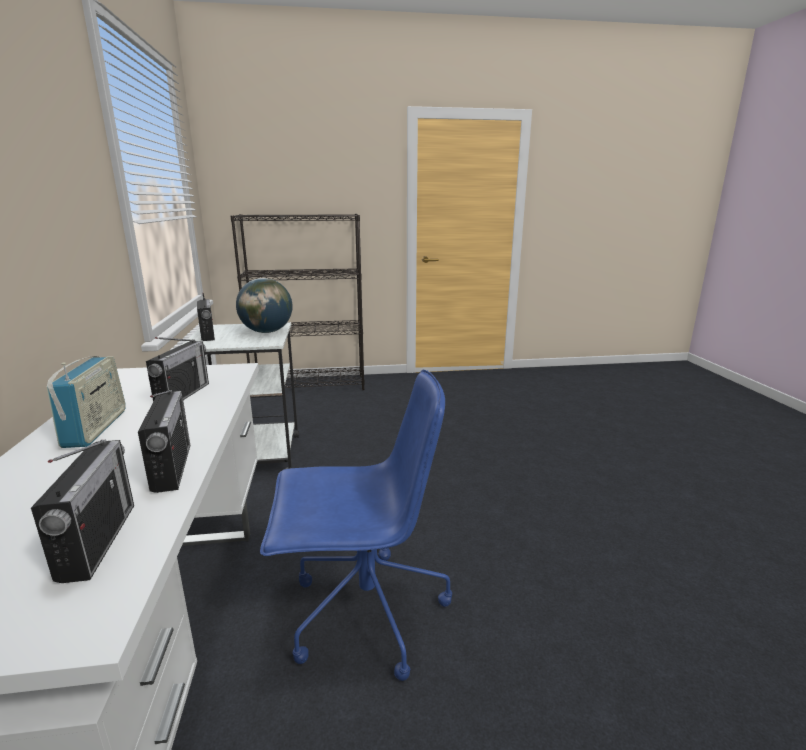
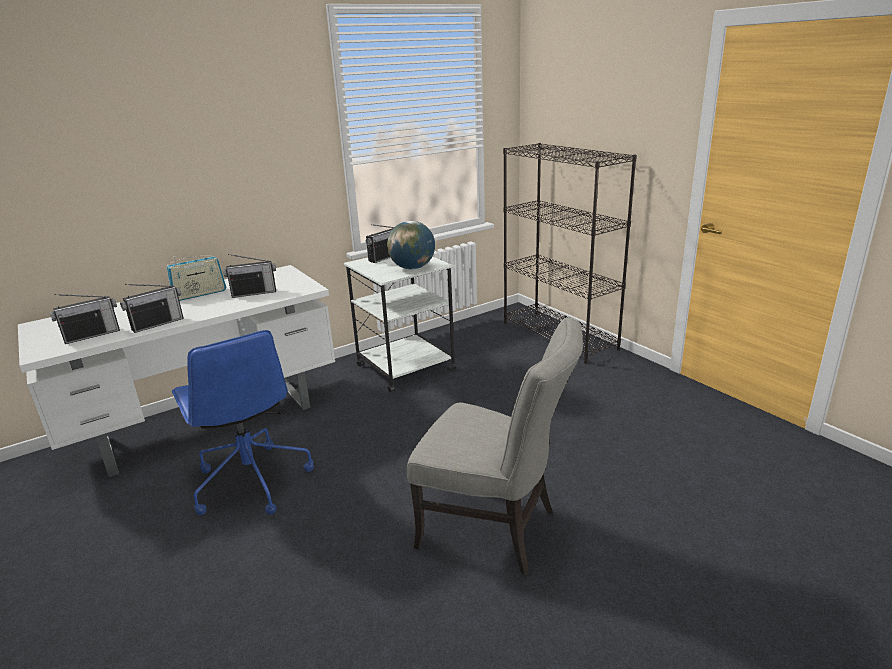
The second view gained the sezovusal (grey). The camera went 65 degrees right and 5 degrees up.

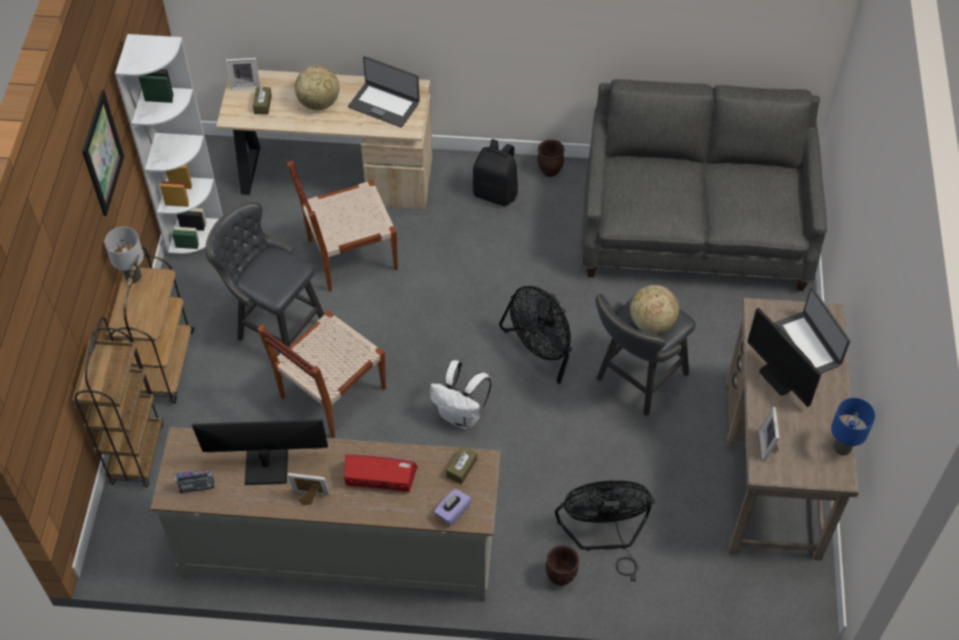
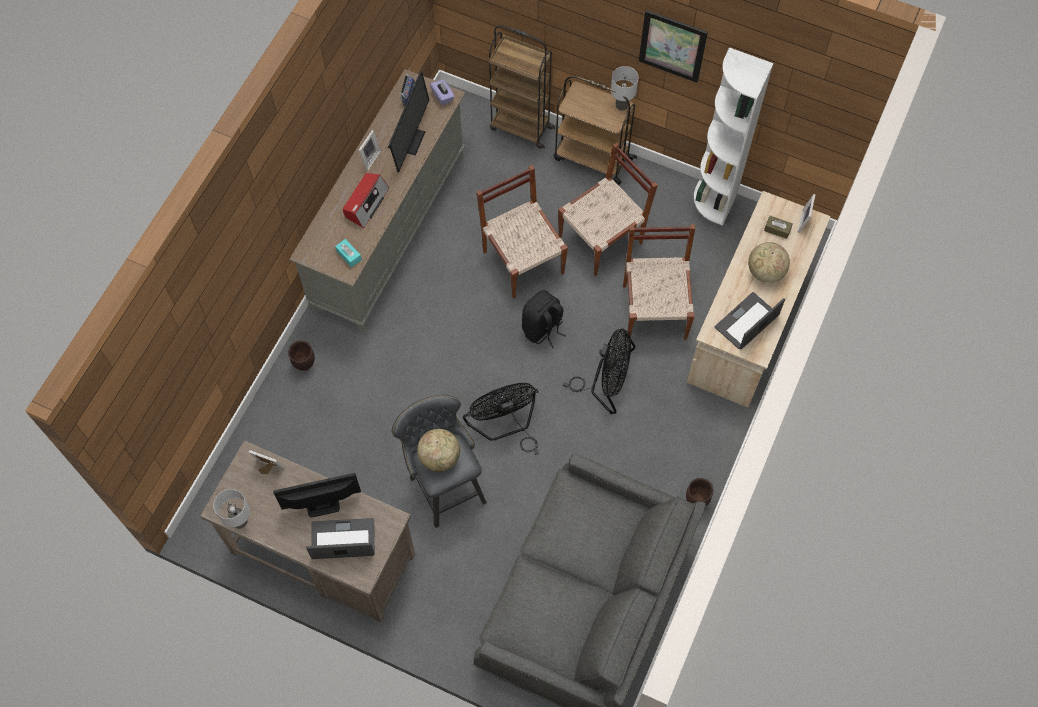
The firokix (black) ended up elsewhere. Where the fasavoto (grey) (no. 1 from left) stood, the sezovusal (no. 2 from left) came to stand. The second view lost the firokix (white). What was the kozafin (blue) turned into the kozafin (white) (no. 1 from left). What was the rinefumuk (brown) (no. 2 from left) turned into the rinefumuk (turquoise). The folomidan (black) (no. 2 from left) ended up elsewhere. The rinefumuk (purple) ended up elsewhere. The camera went 110 degrees right and 10 degrees up.

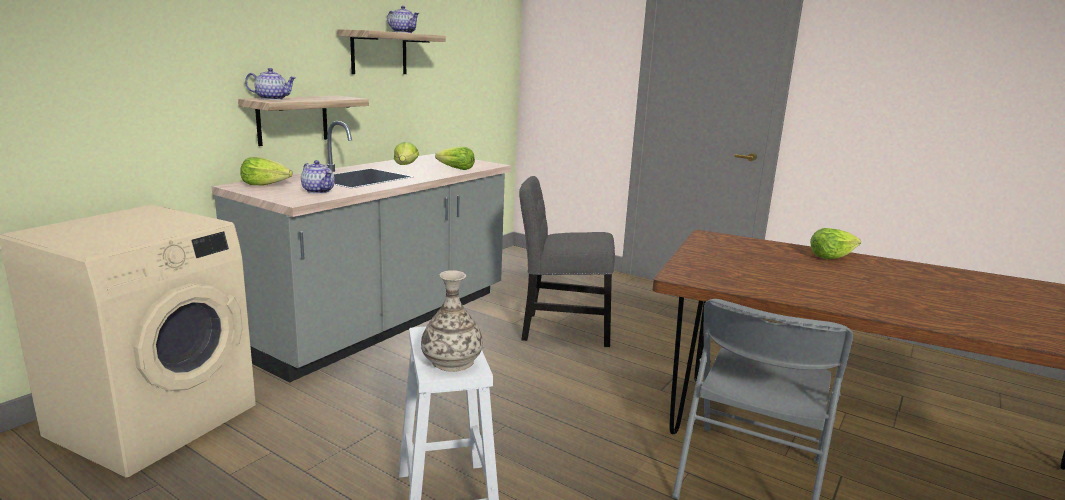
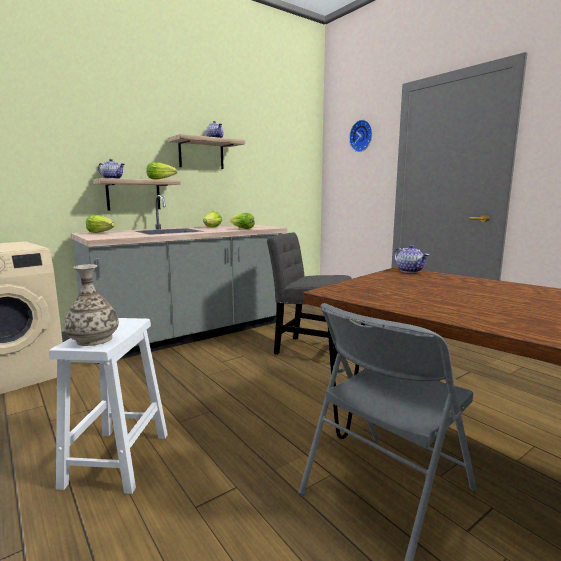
The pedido (no. 2 from left in the first image) ended up elsewhere. The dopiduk (no. 4 from left in the first image) ended up elsewhere. The second view gained the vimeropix. The camera went 20 degrees right and 5 degrees down.

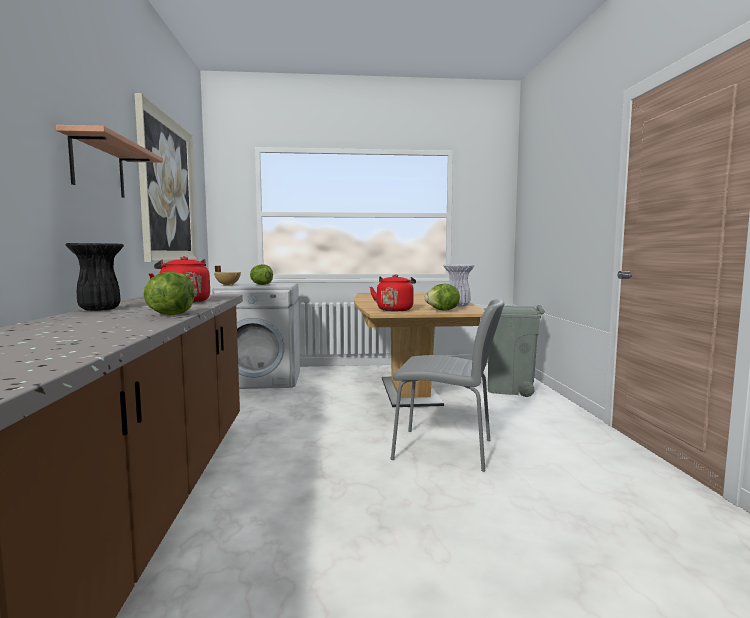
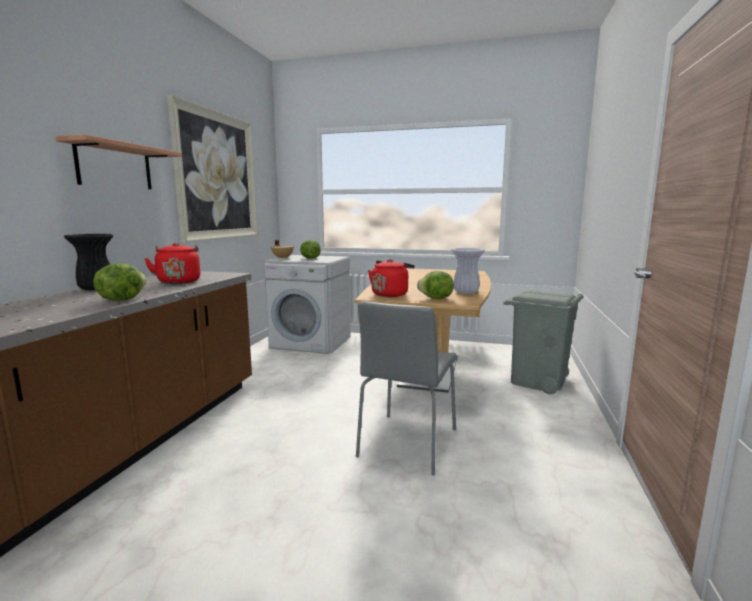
The sezovusal (grey) ended up facing another way, 75 degrees clockwise from before. The camera went 20 degrees right and 5 degrees up.

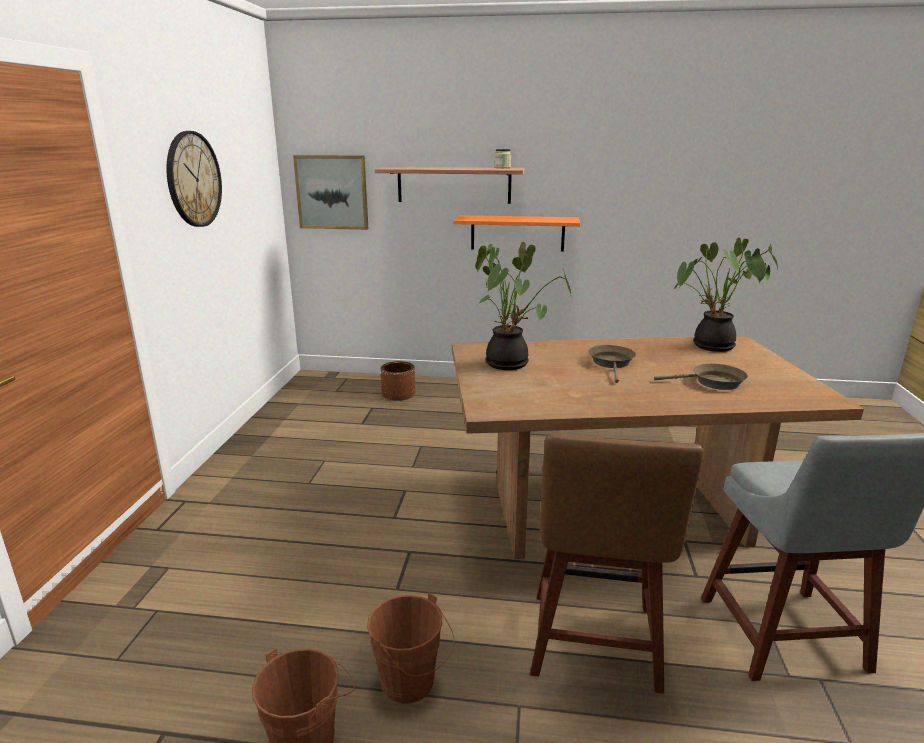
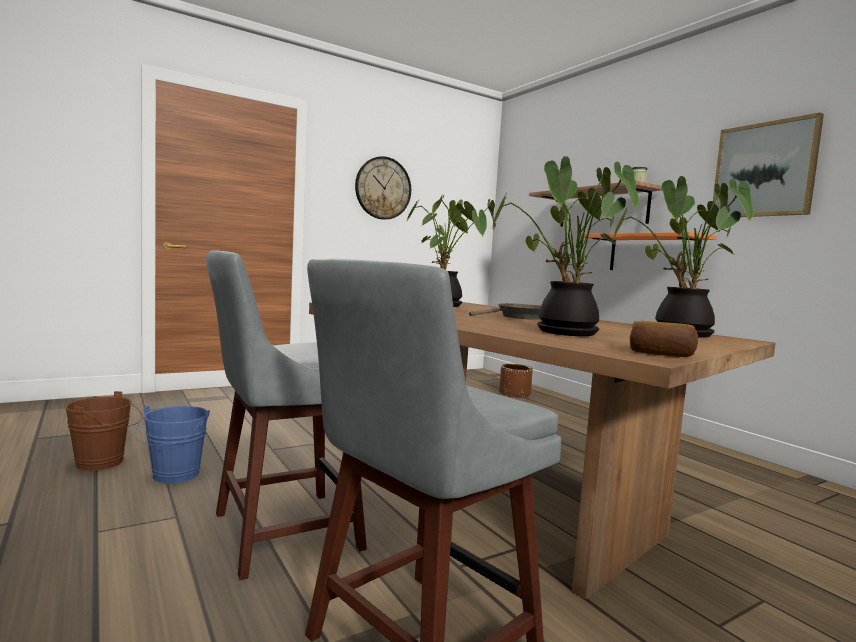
The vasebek ended up elsewhere. Where the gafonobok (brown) (no. 2 from left) stood, the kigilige (no. 2 from left) came to stand. What was the sezovusal (brown) turned into the sezovusal (grey) (no. 1 from left). What was the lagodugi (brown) (no. 2 from left) turned into the lagodugi (blue). The second view gained the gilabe. The camera went 50 degrees right and 15 degrees down.

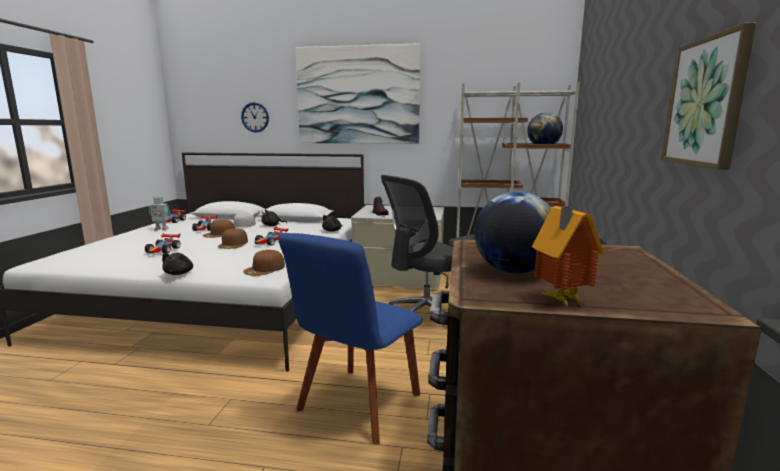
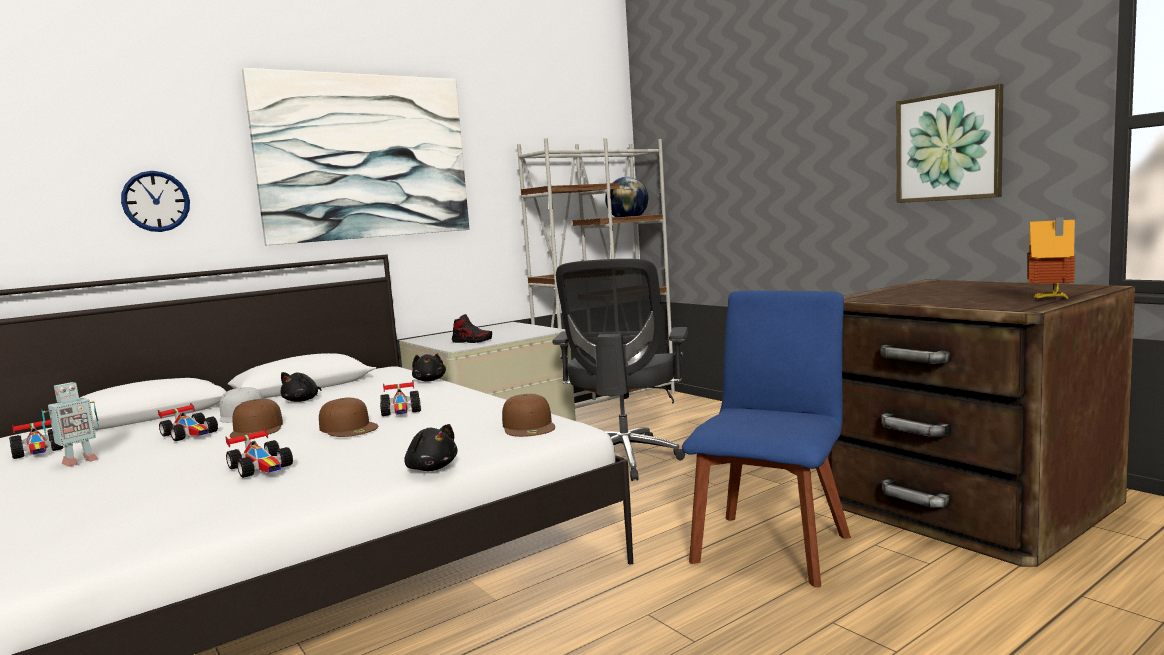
The second view lost the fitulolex (no. 1 from left). The sezovusal (blue) ended up facing another way, 135 degrees counterclockwise from before. The camera went 45 degrees left and 5 degrees down.

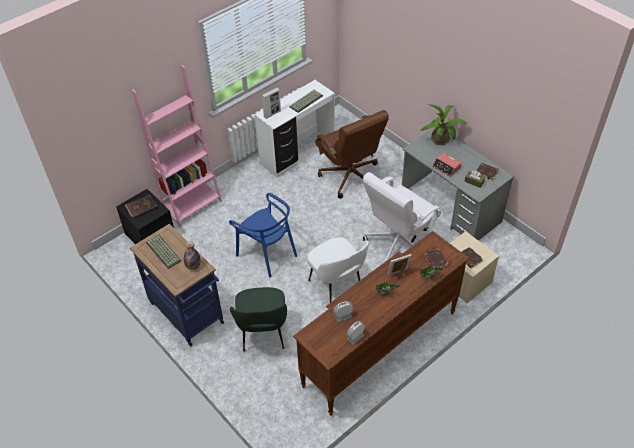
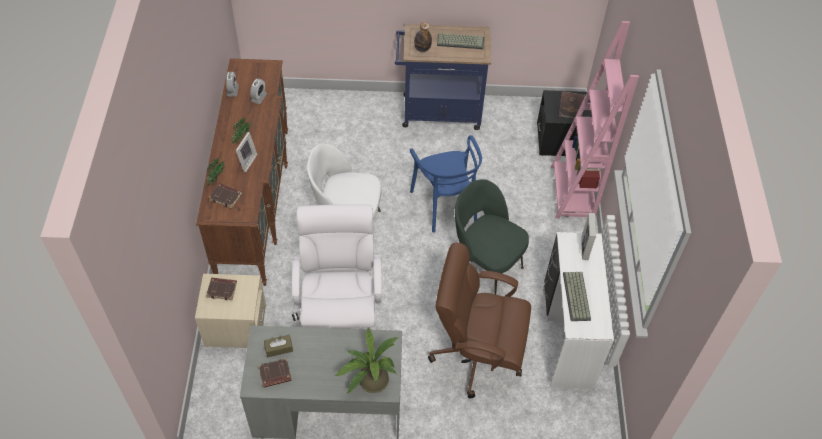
The second view lost the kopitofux (no. 3 from left). The sezovusal (blue) ended up facing another way, 105 degrees counterclockwise from before. The sezovusal (green) ended up elsewhere. The camera went 130 degrees right and 5 degrees up.

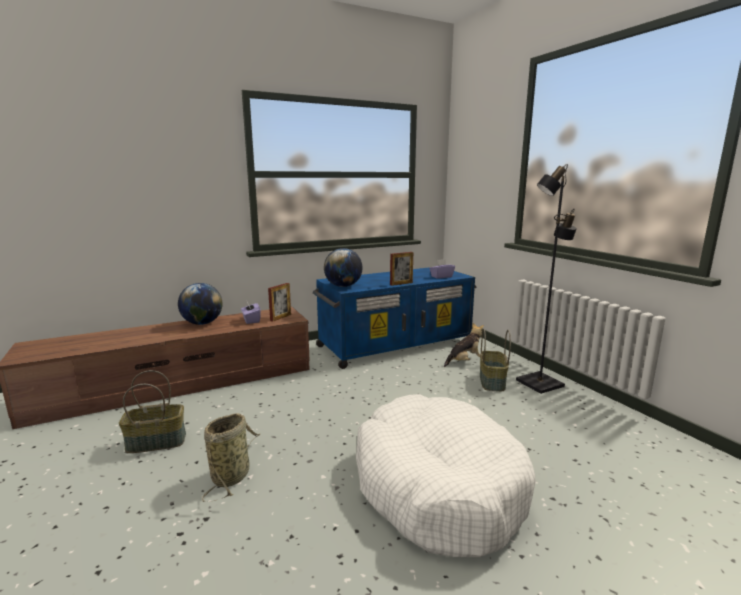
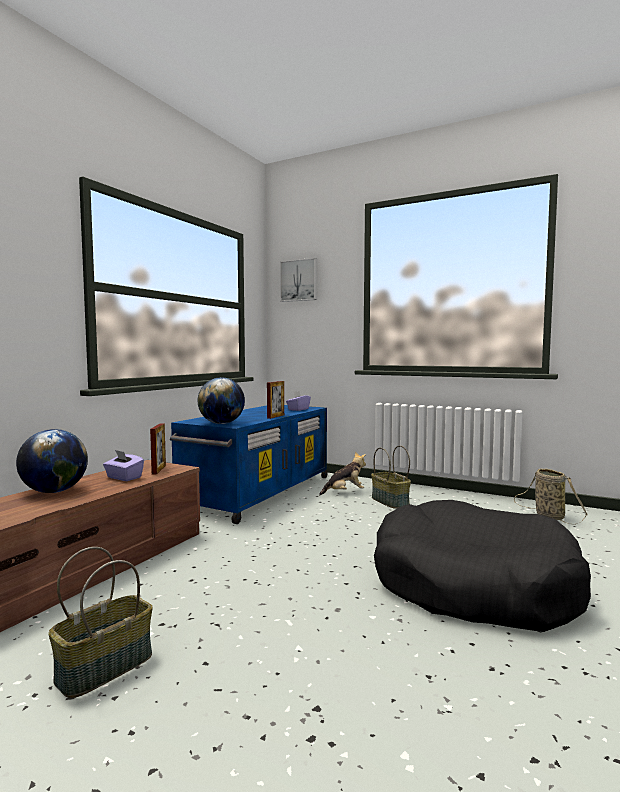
The second view lost the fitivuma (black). The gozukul ended up facing another way, 45 degrees clockwise from before. What was the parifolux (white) turned into the parifolux (black). The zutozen (no. 2 from left in the first image) ended up elsewhere. The second view gained the vasebek. The camera went 35 degrees left and 10 degrees down.

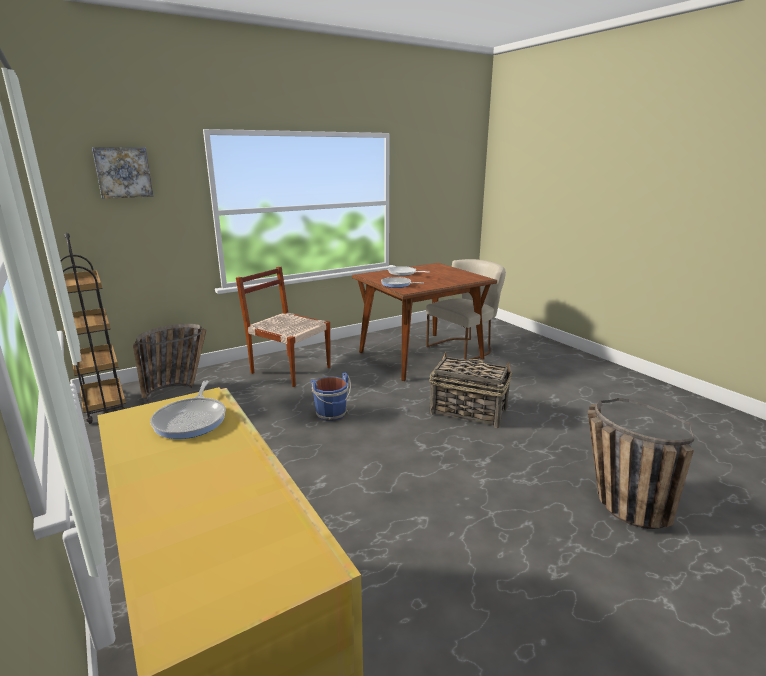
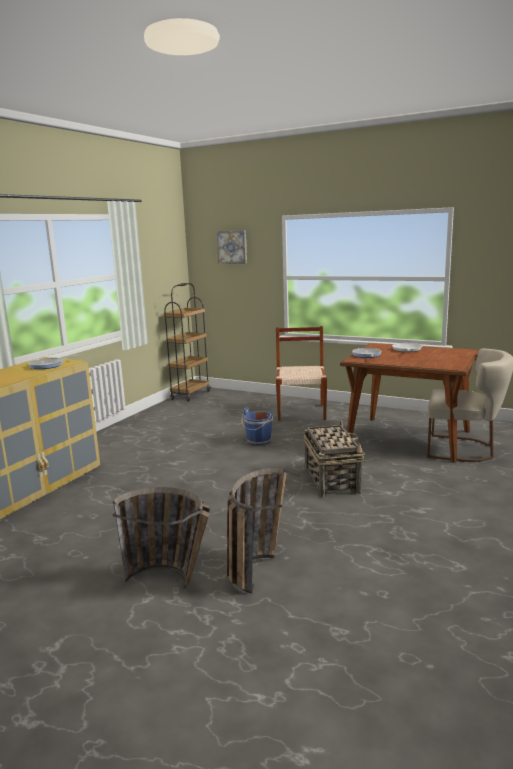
The zutozen (no. 1 from left) ended up elsewhere. The camera went 60 degrees right and 5 degrees down.

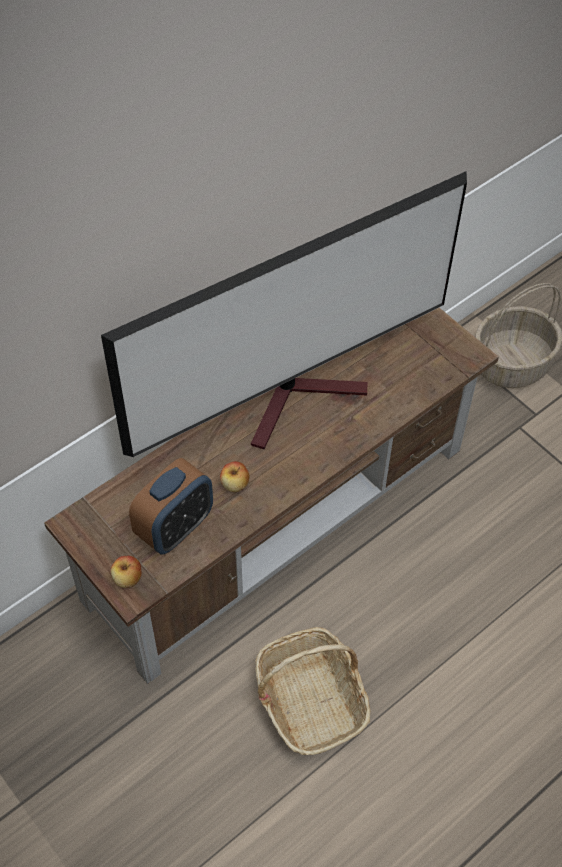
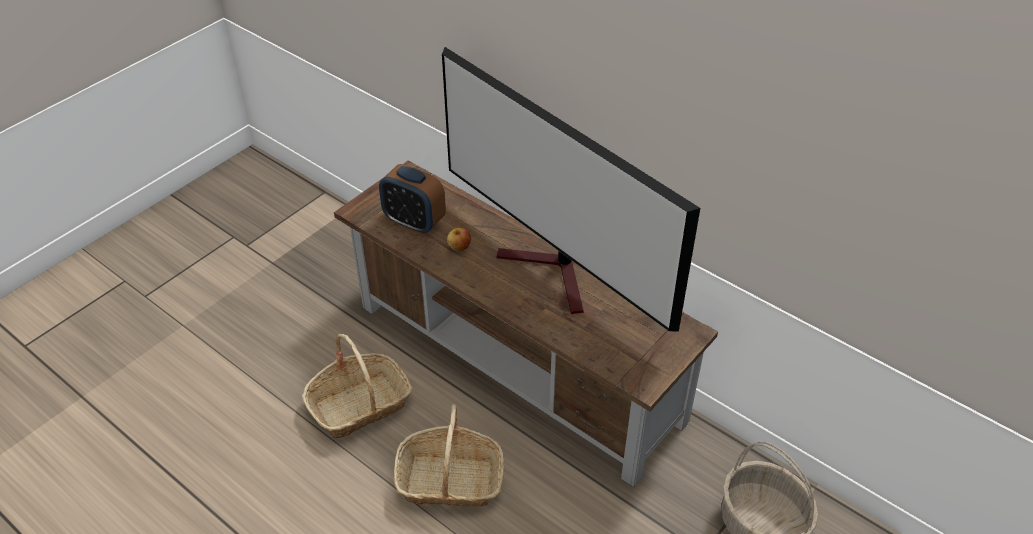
The second view lost the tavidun (no. 1 from left). The second view gained the zutozen (no. 2 from left). The camera went 80 degrees right and 10 degrees down.

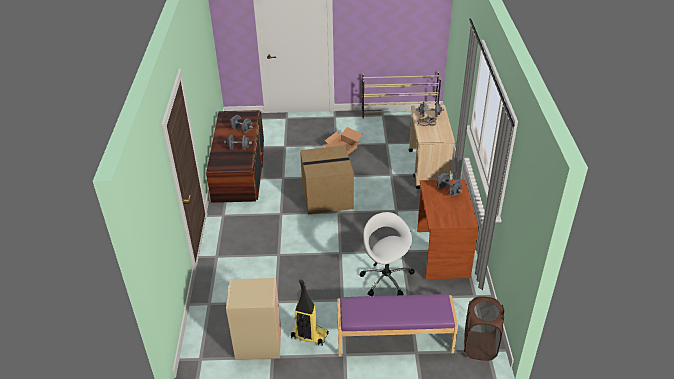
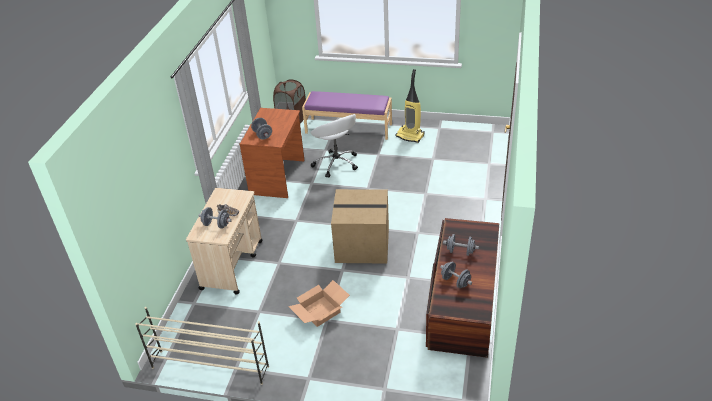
The second view lost the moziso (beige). The camera went 165 degrees left and 0 degrees up.

